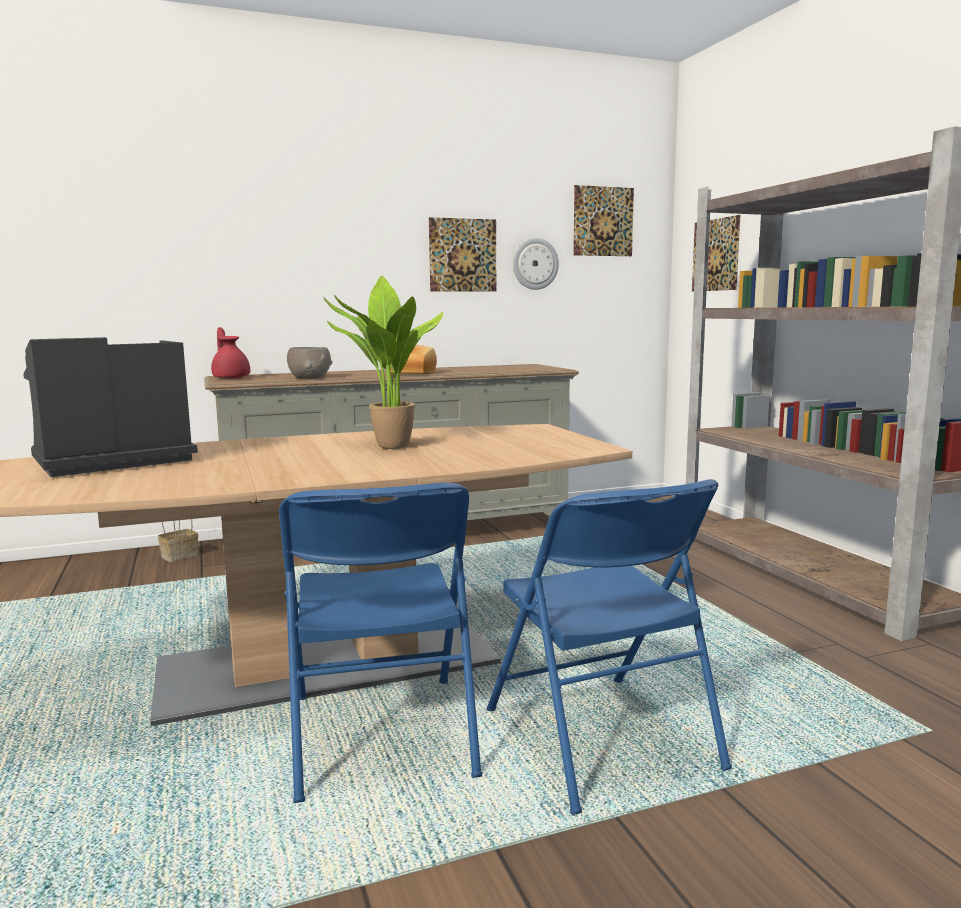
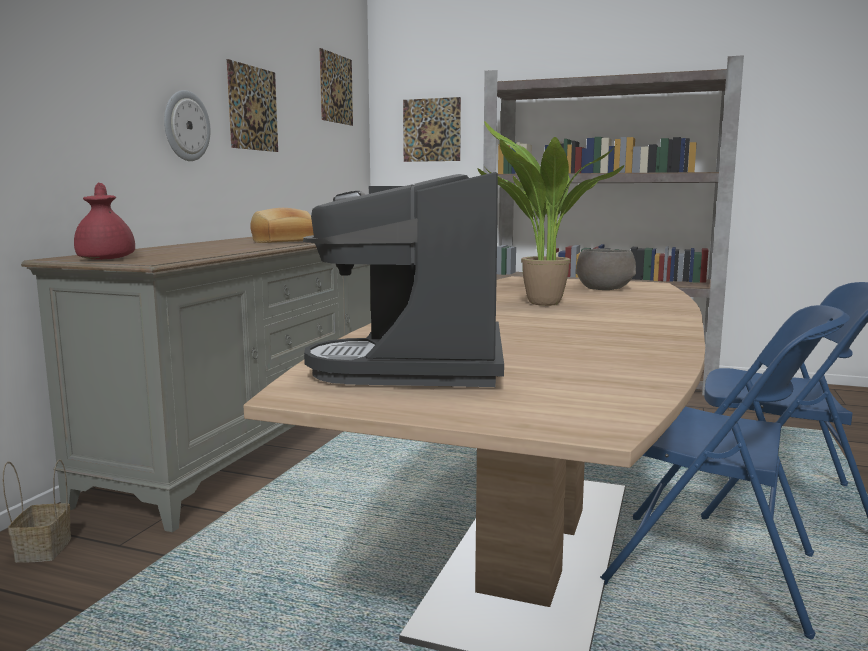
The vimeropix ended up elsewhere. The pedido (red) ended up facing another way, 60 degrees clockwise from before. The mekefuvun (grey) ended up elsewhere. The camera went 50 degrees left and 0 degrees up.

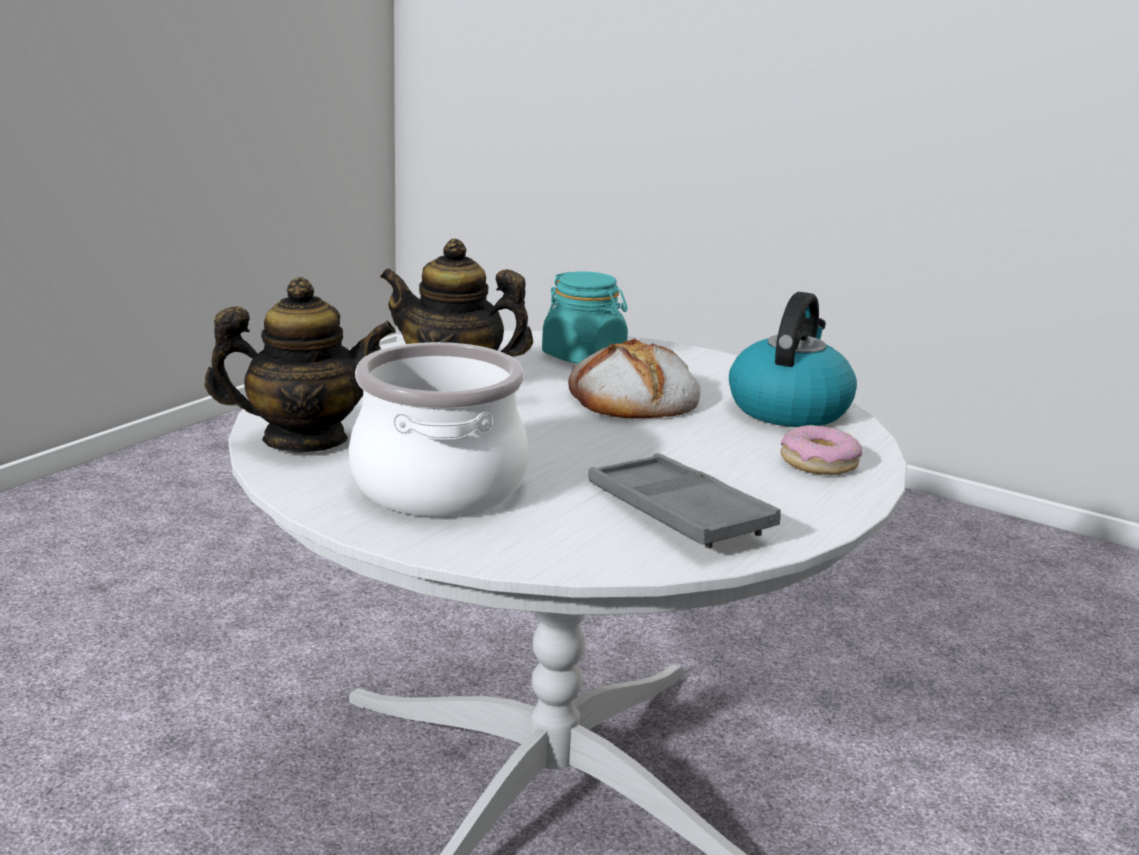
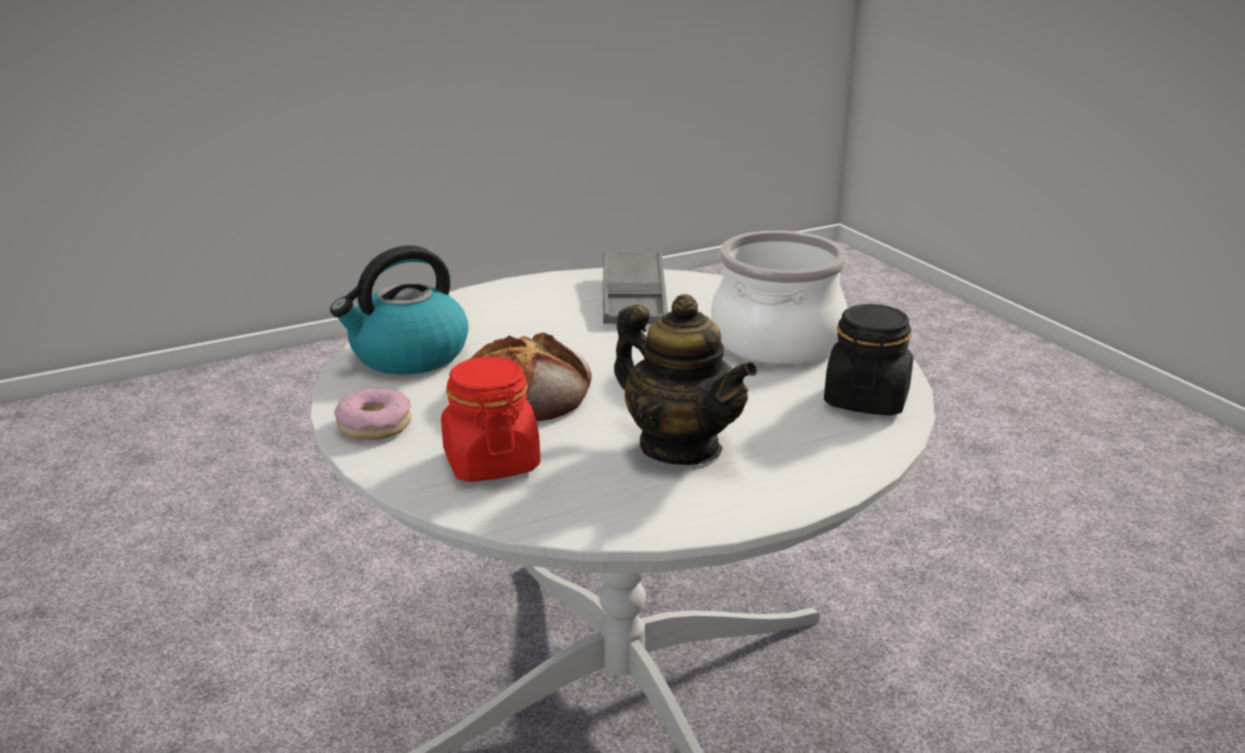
What was the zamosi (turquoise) turned into the zamosi (red). Where the pedido (no. 1 from left) stood, the zamosi (black) came to stand. The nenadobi ended up elsewhere. The camera went 150 degrees left and 5 degrees up.

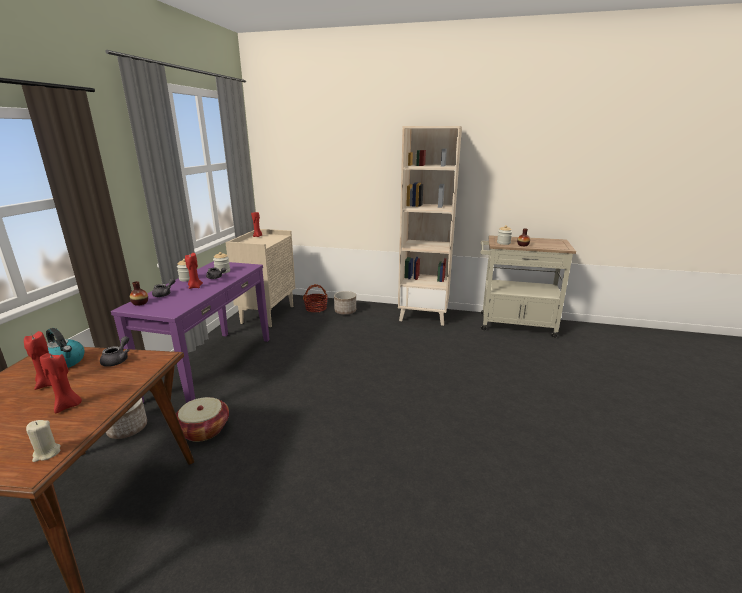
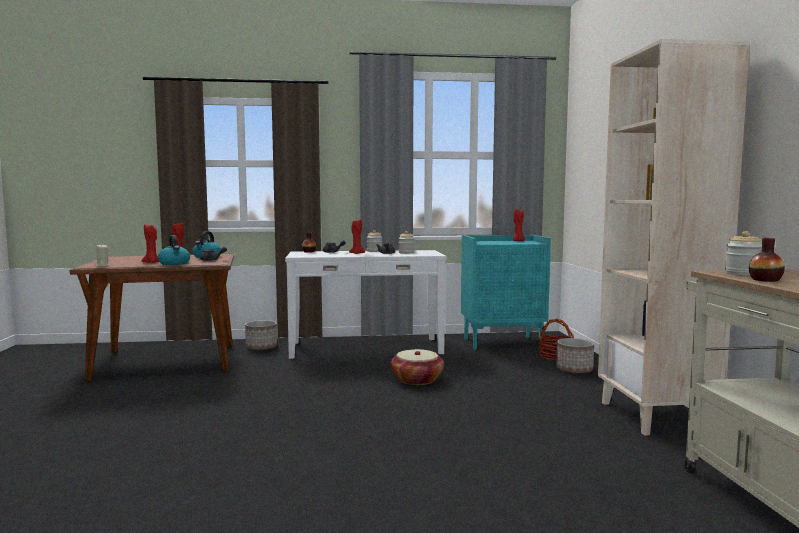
What was the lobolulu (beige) turned into the lobolulu (turquoise). What was the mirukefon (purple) turned into the mirukefon (white). The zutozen (no. 1 from left) ended up elsewhere. The second view gained the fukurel (no. 1 from left). The camera went 70 degrees right and 15 degrees down.

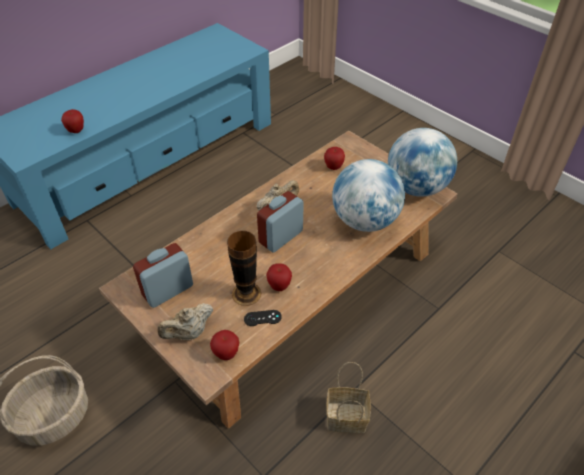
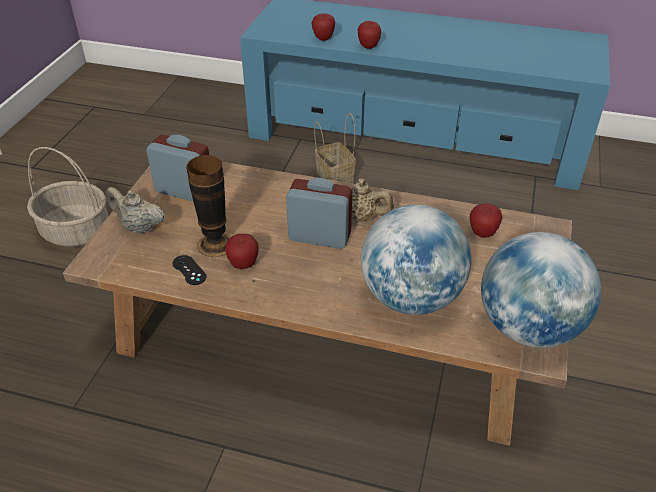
The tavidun (no. 2 from left in the first image) ended up elsewhere. The zutozen (no. 2 from left) ended up elsewhere. The camera went 60 degrees right and 5 degrees down.

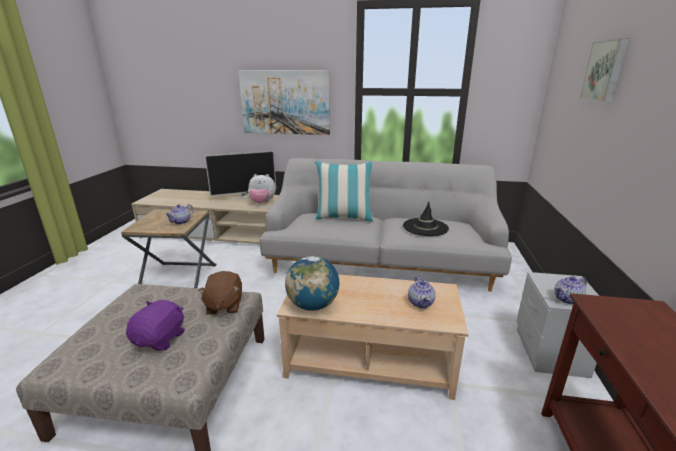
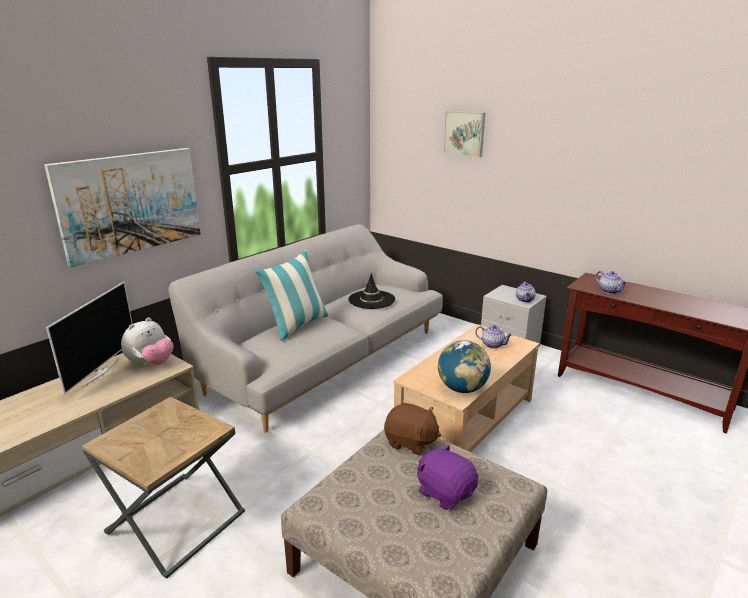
The pedido (no. 1 from left in the first image) ended up elsewhere. The camera went 60 degrees left and 0 degrees up.

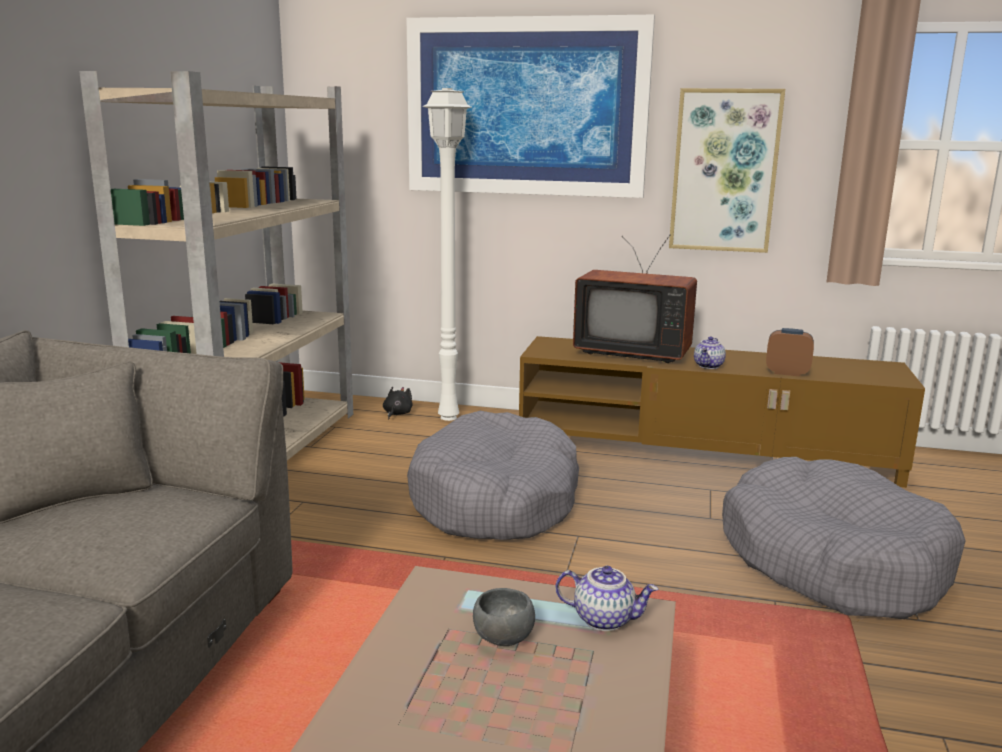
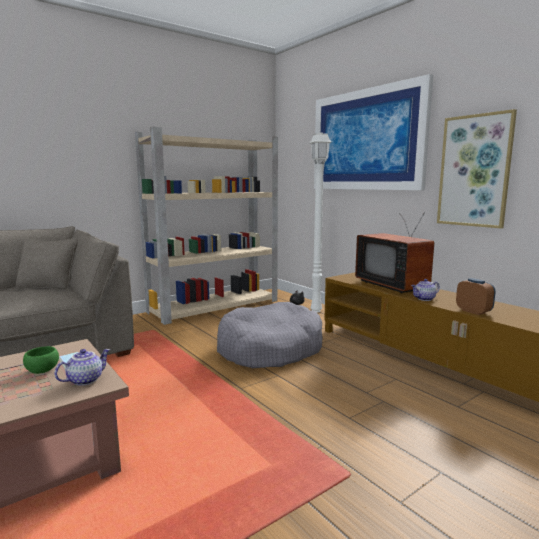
The second view lost the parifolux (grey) (no. 2 from left). The pedido (no. 1 from left) ended up facing another way, 105 degrees counterclockwise from before. What was the mekefuvun (grey) turned into the mekefuvun (green). The camera went 40 degrees right and 5 degrees down.

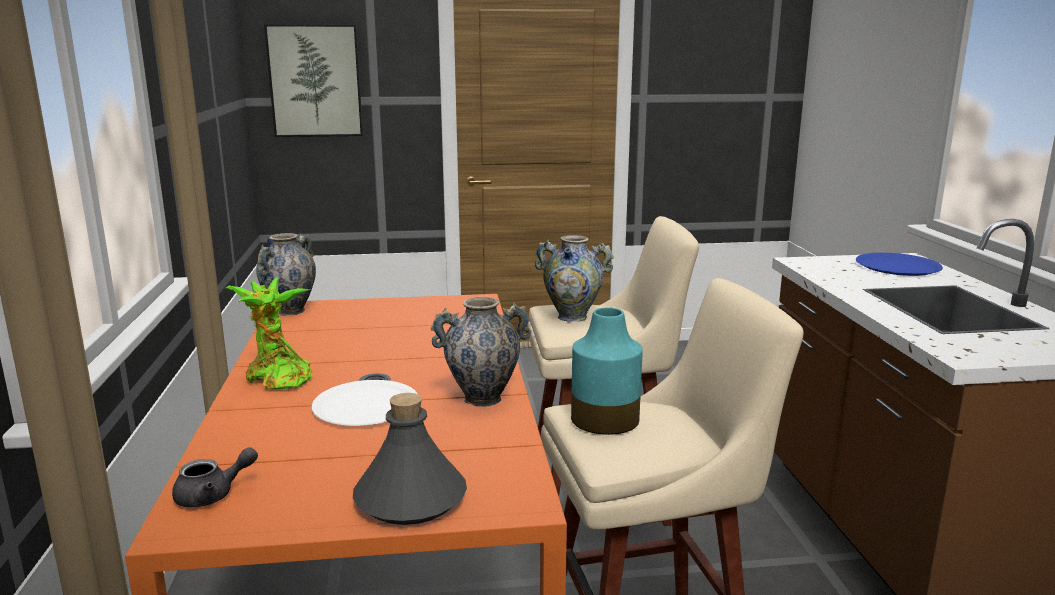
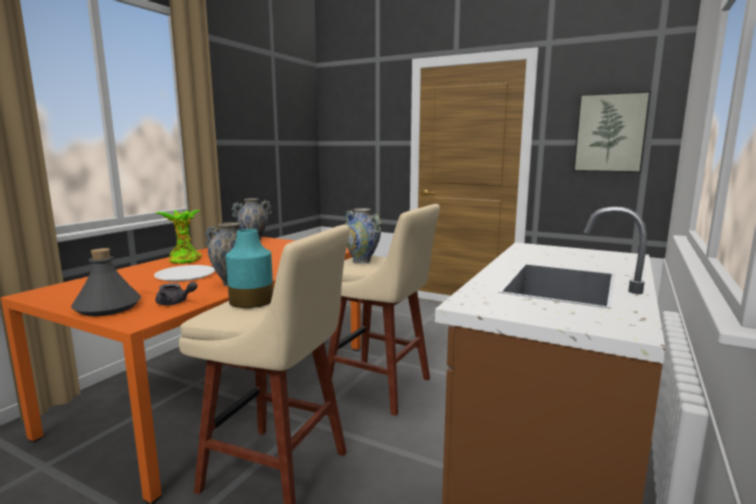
The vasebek ended up elsewhere. The second view lost the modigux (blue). The pedido (grey) ended up elsewhere. The camera went 35 degrees right and 5 degrees down.

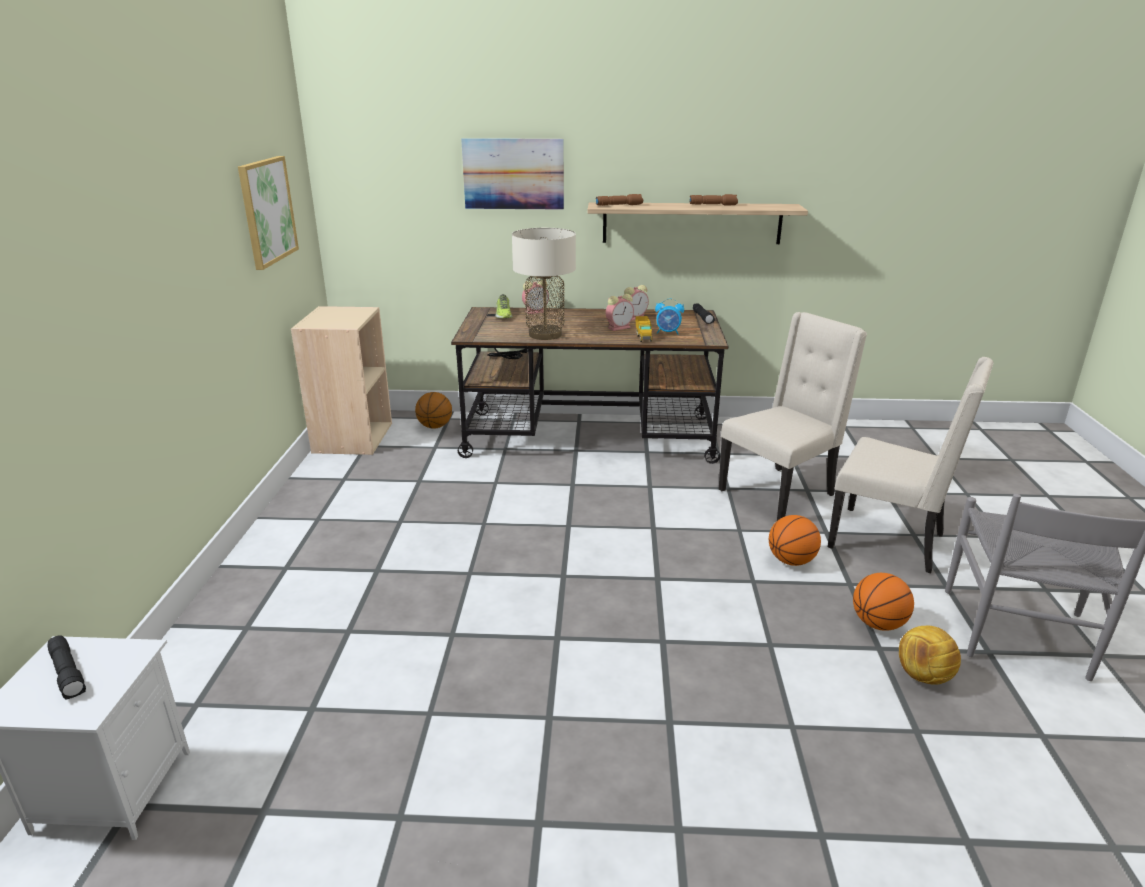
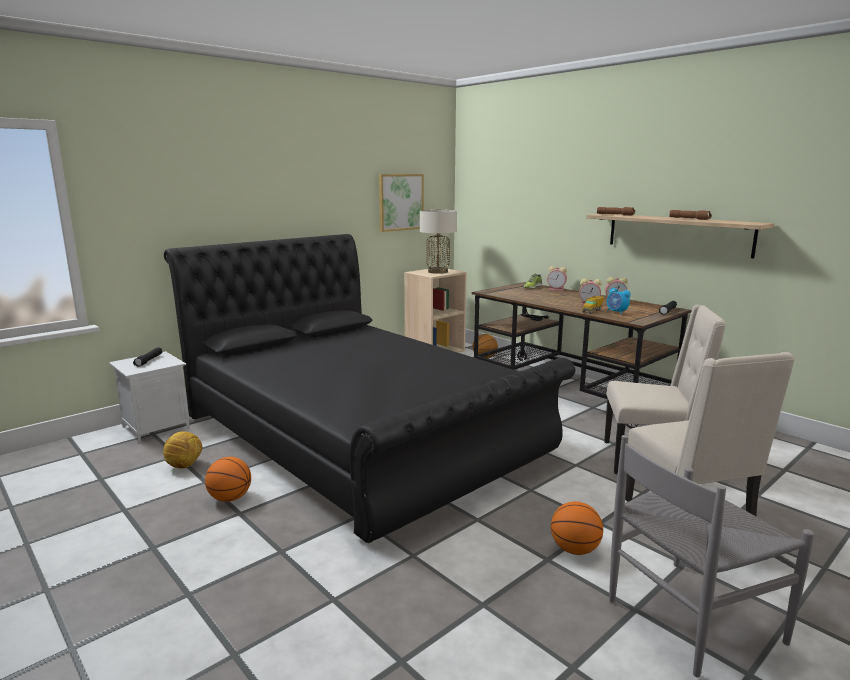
The second view lost the vasebek (no. 2 from left). The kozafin ended up elsewhere. The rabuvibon (no. 2 from left in the first image) ended up elsewhere. The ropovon ended up elsewhere. The second view gained the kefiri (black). The camera went 45 degrees right and 10 degrees down.

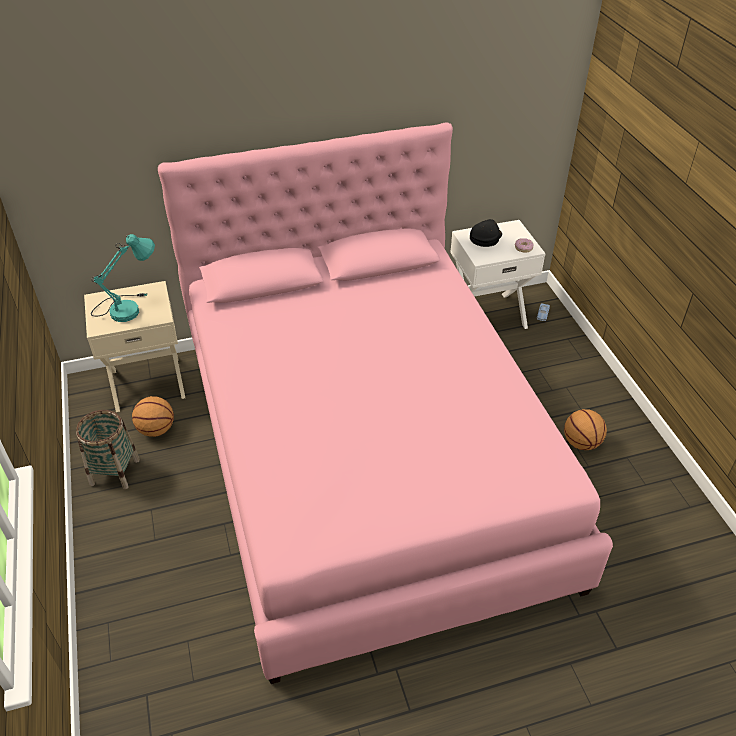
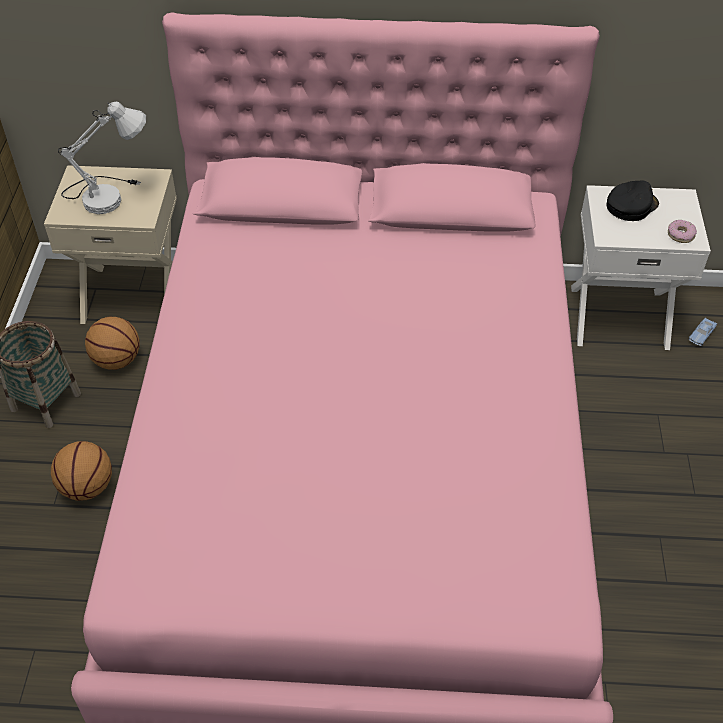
What was the kozafin (turquoise) turned into the kozafin (white). The rabuvibon (no. 2 from left in the first image) ended up elsewhere. The camera went 20 degrees right and 5 degrees up.

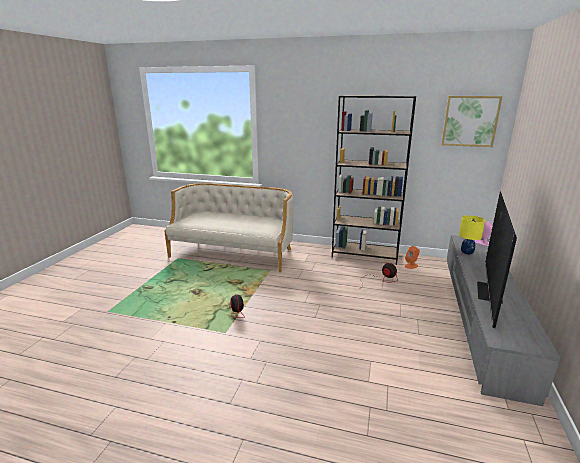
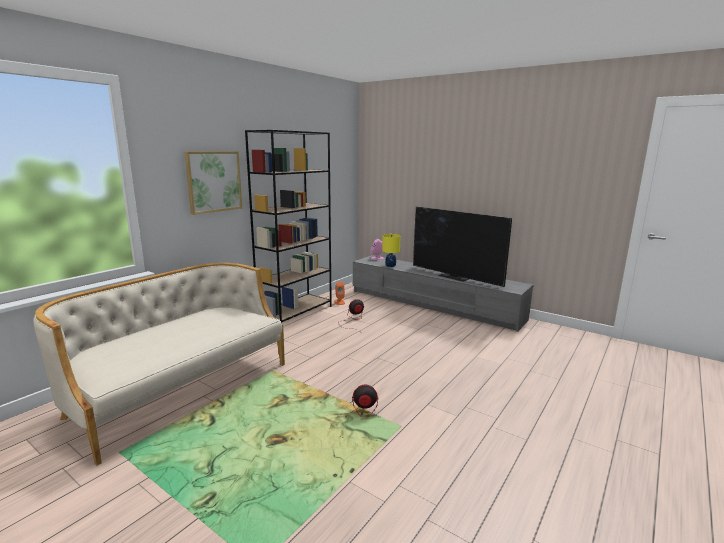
The vasebek ended up elsewhere. The camera went 70 degrees left and 5 degrees down.

